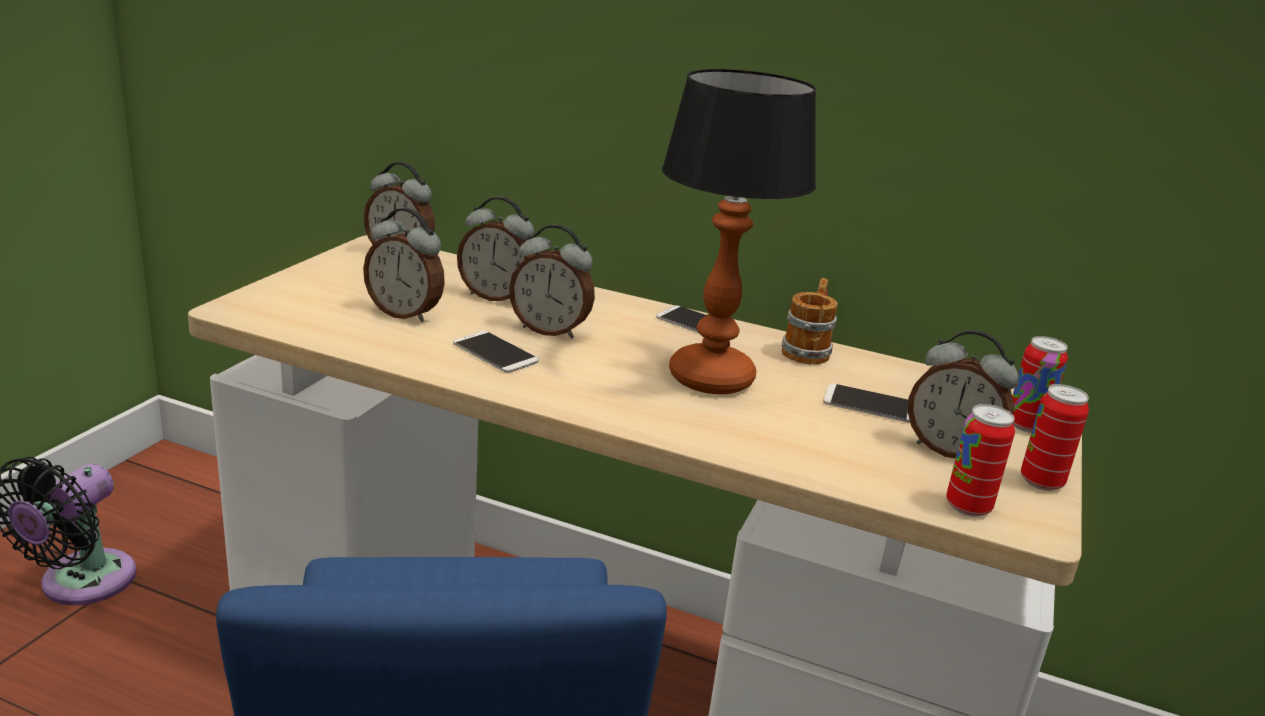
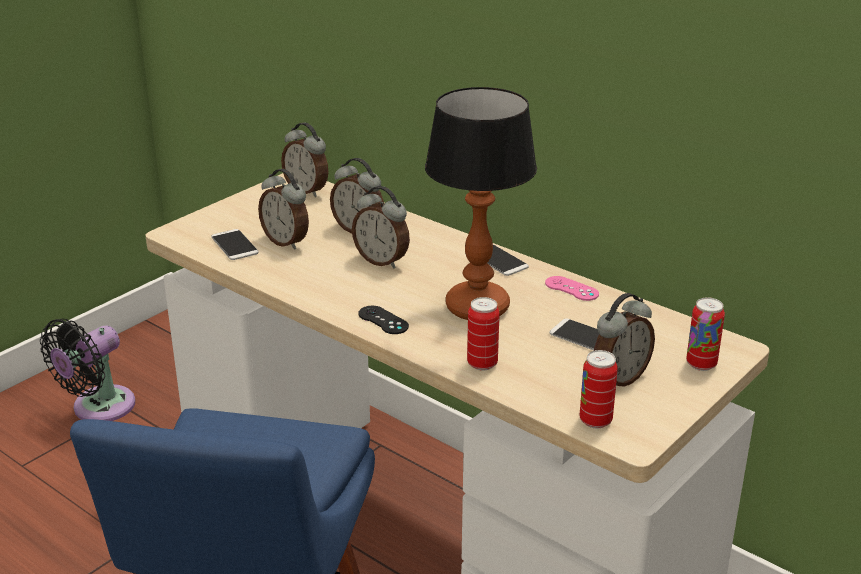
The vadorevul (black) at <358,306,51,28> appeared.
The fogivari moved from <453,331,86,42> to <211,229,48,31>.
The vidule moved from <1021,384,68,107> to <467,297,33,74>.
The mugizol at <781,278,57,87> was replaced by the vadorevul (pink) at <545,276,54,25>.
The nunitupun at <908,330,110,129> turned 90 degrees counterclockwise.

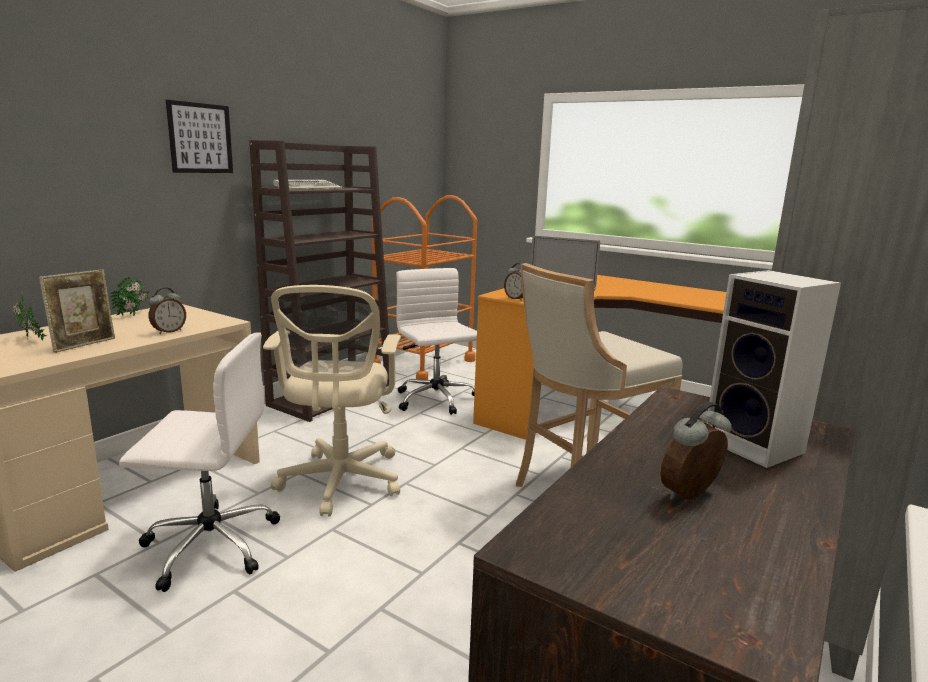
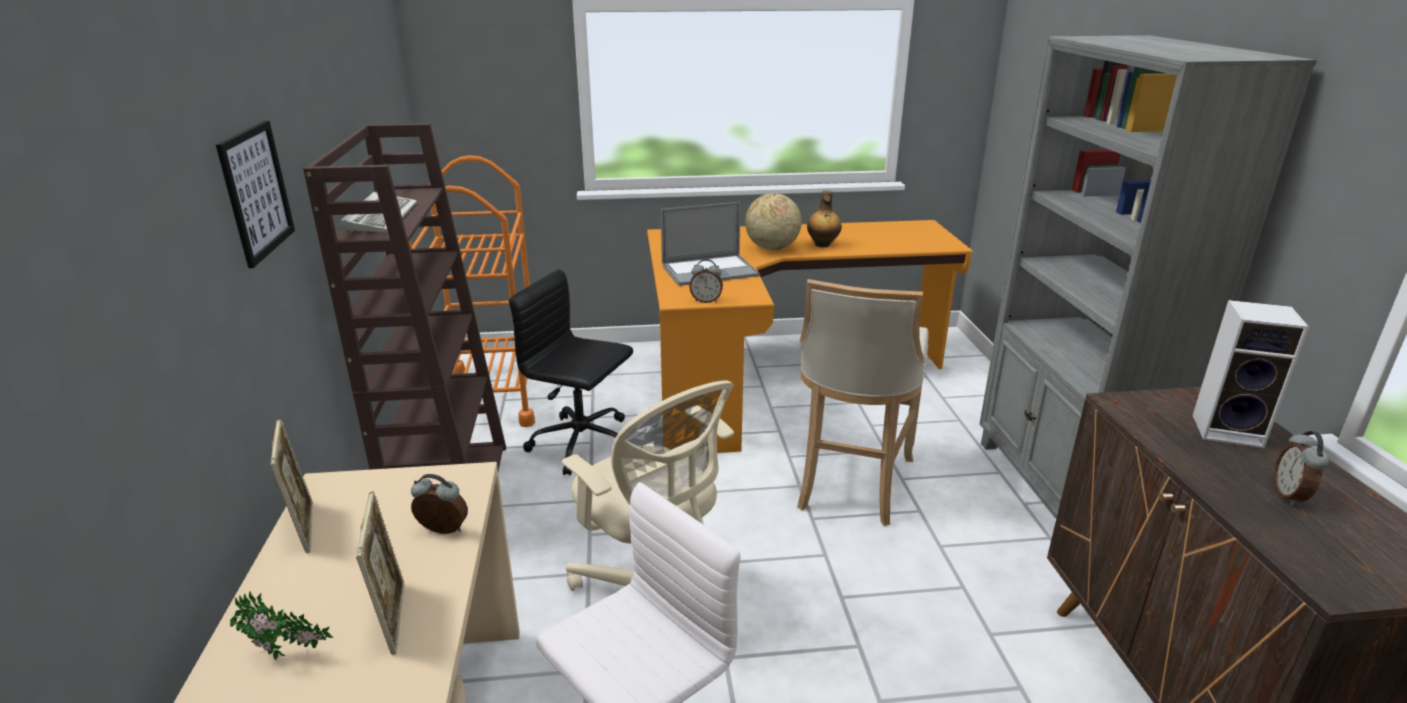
The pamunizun at <745,193,57,57> appeared.
The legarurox at <807,191,35,56> appeared.
The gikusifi at <110,276,39,40> was replaced by the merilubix at <270,419,43,134>.
The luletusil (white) at <396,268,81,147> became the luletusil (black) at <509,269,124,206>.
The nunitupun at <149,288,37,46> turned 75 degrees counterclockwise.

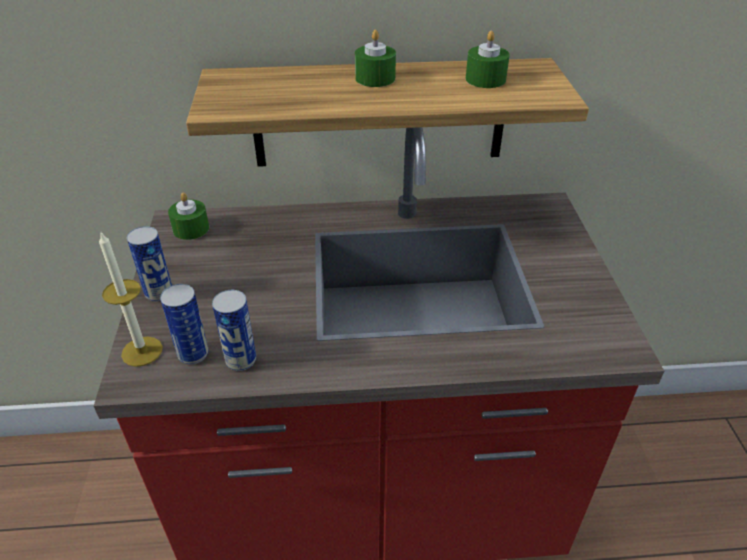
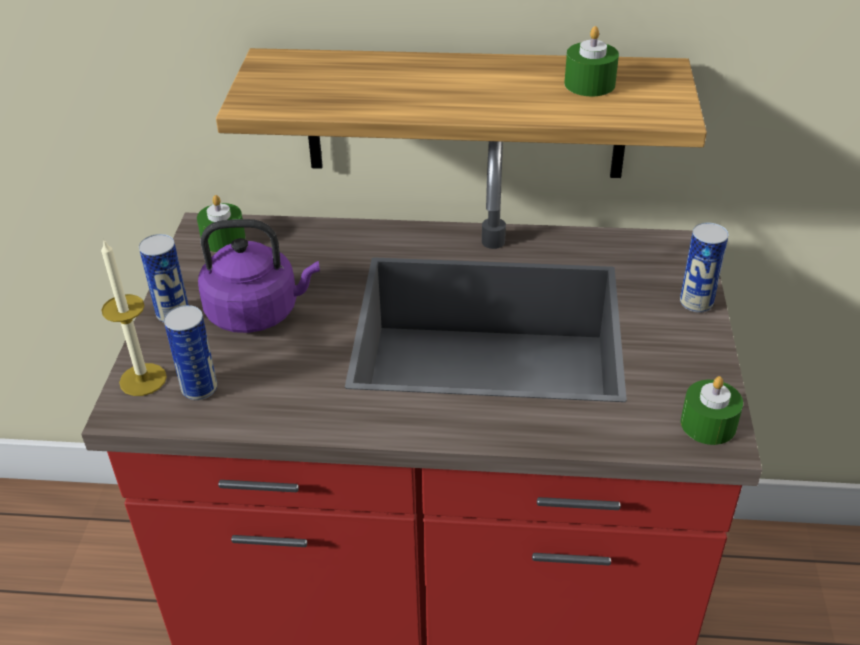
The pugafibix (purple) at <198,219,122,114> appeared.
The vidule moved from <212,290,44,81> to <680,223,49,90>.
The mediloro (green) moved from <355,30,41,57> to <681,376,62,69>.

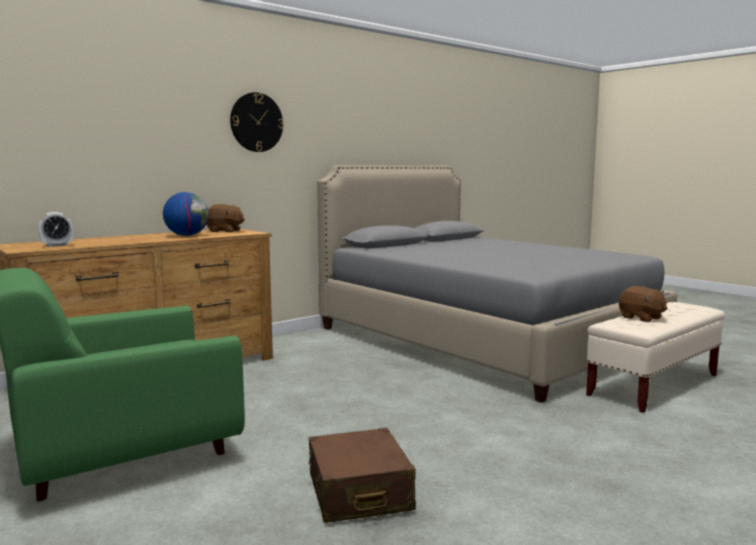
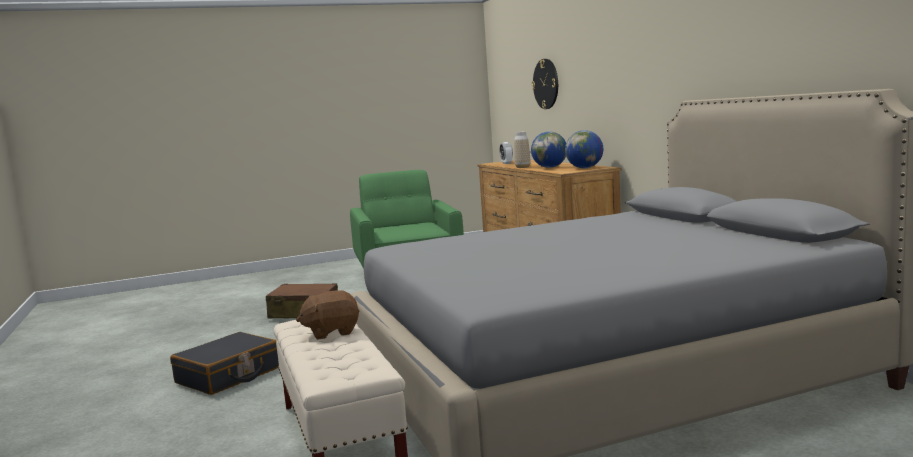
The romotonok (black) at <170,332,109,63> appeared.
The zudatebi at <514,131,16,37> appeared.
The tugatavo moved from <230,92,54,60> to <532,59,26,50>.
The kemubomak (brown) at <206,204,39,28> was replaced by the pamunizun at <565,130,38,38>.

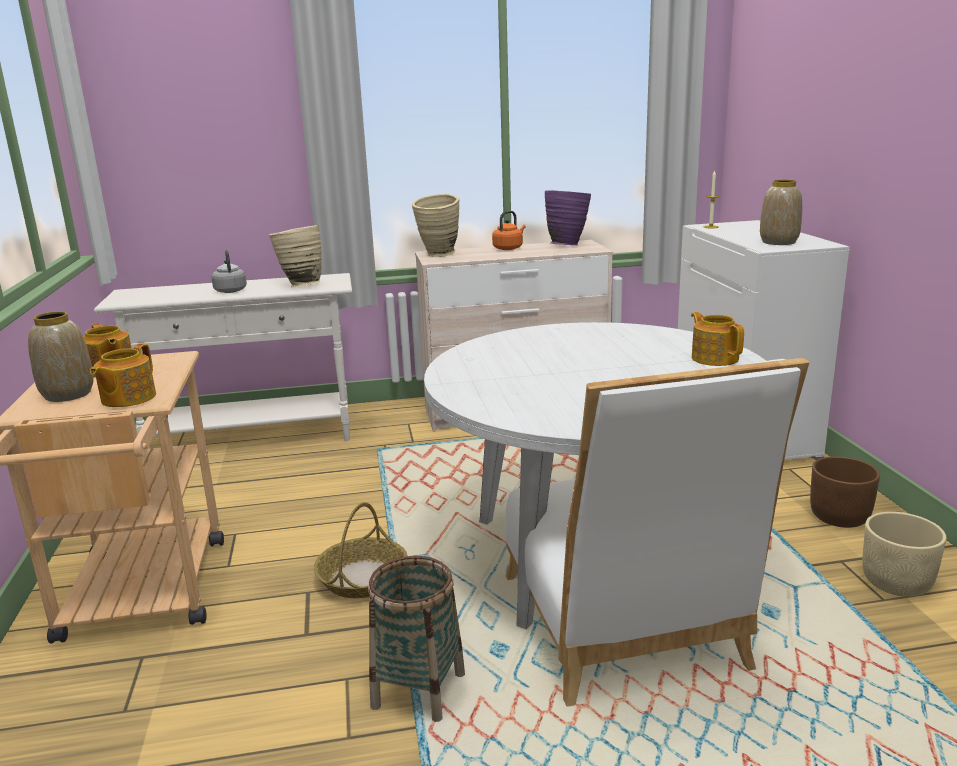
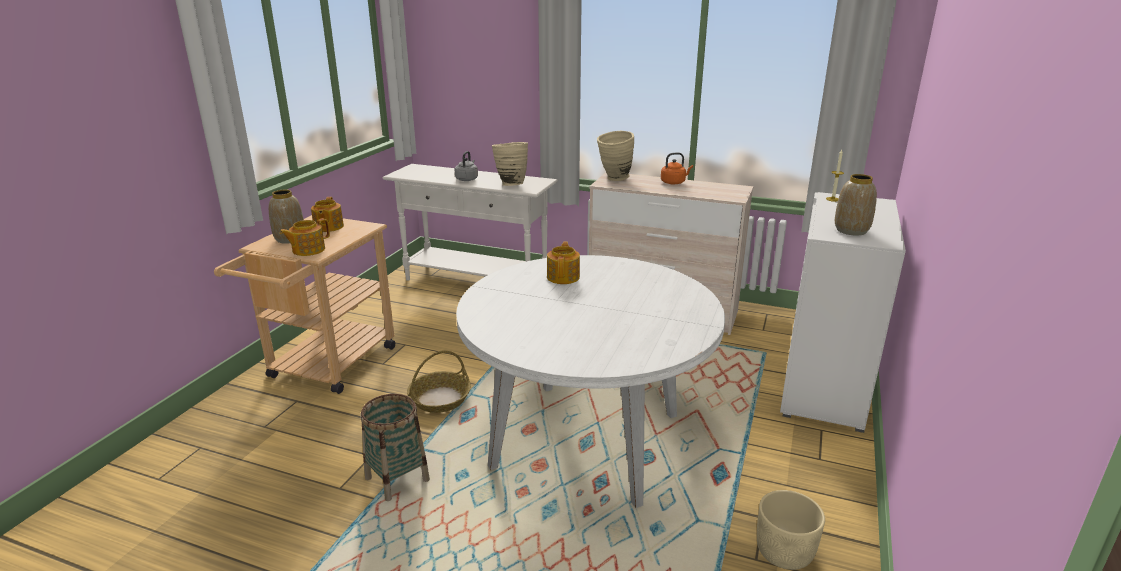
The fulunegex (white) at <505,358,304,349> disappeared.
The zudatebi (purple) at <545,190,46,55> disappeared.
The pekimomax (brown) at <810,456,70,72> disappeared.
The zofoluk moved from <691,312,53,54> to <547,242,33,42>.

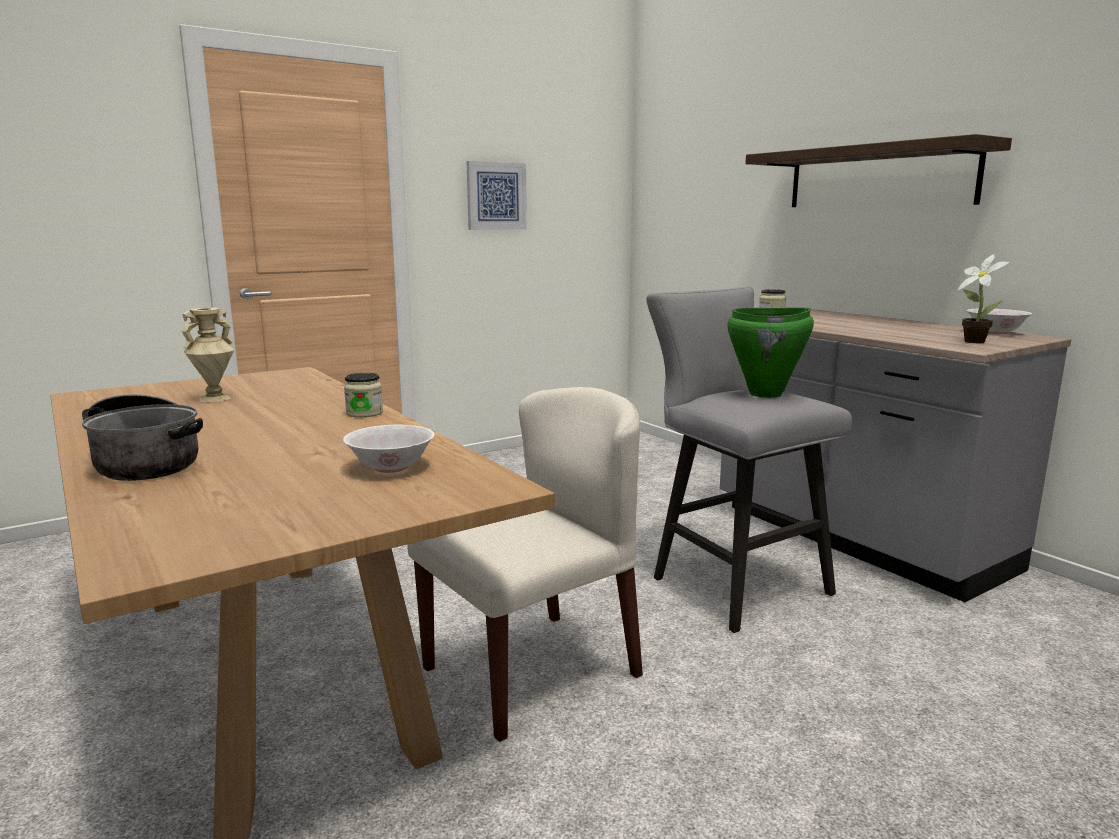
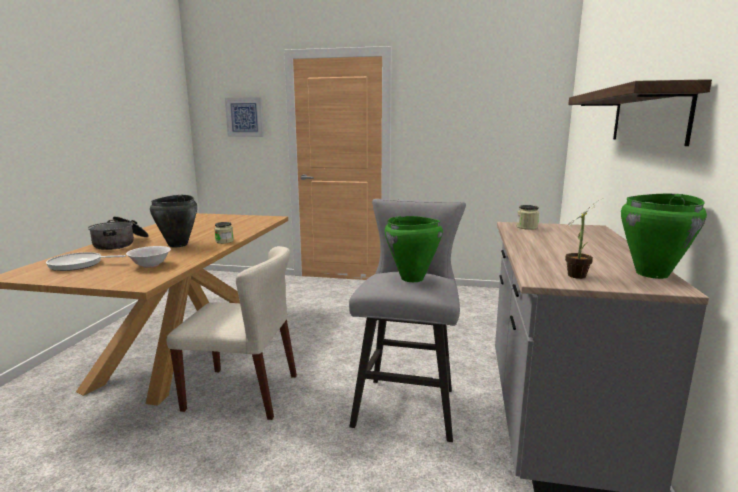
The zudatebi (beige) at <181,308,53,94> disappeared.
The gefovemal at <46,252,80,19> appeared.
The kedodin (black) at <150,195,47,52> appeared.
The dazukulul moved from <467,161,60,69> to <225,97,39,40>.
The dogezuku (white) at <967,308,65,26> was replaced by the kedodin (green) at <621,193,86,86>.

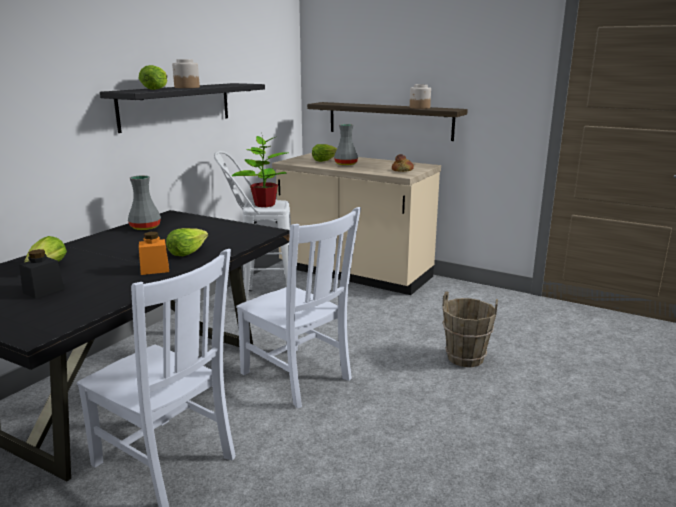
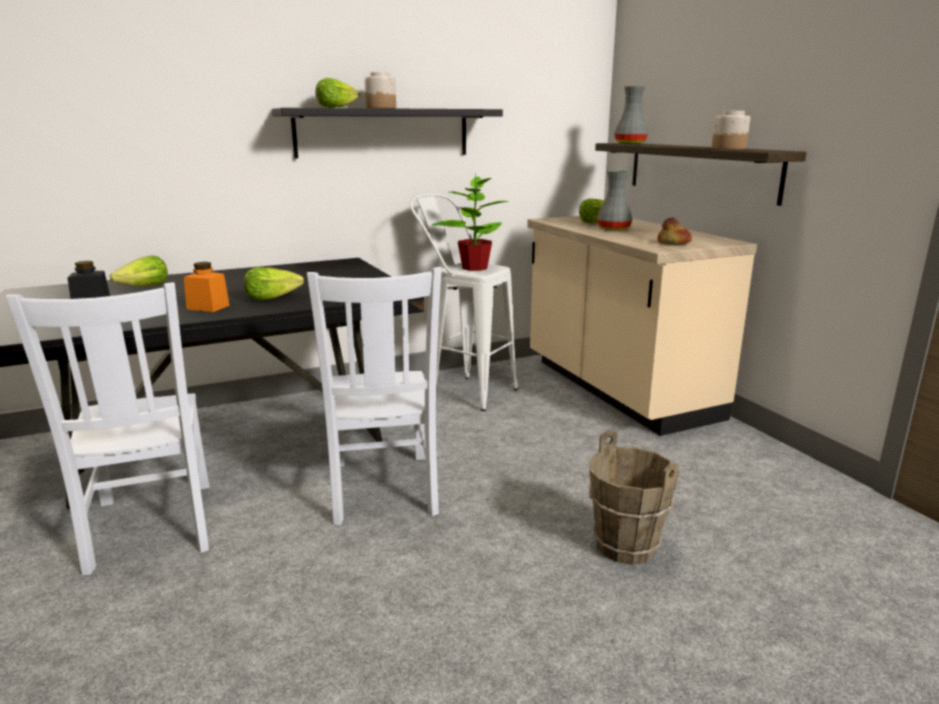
The zudatebi (grey) moved from <128,175,33,55> to <614,86,34,58>.

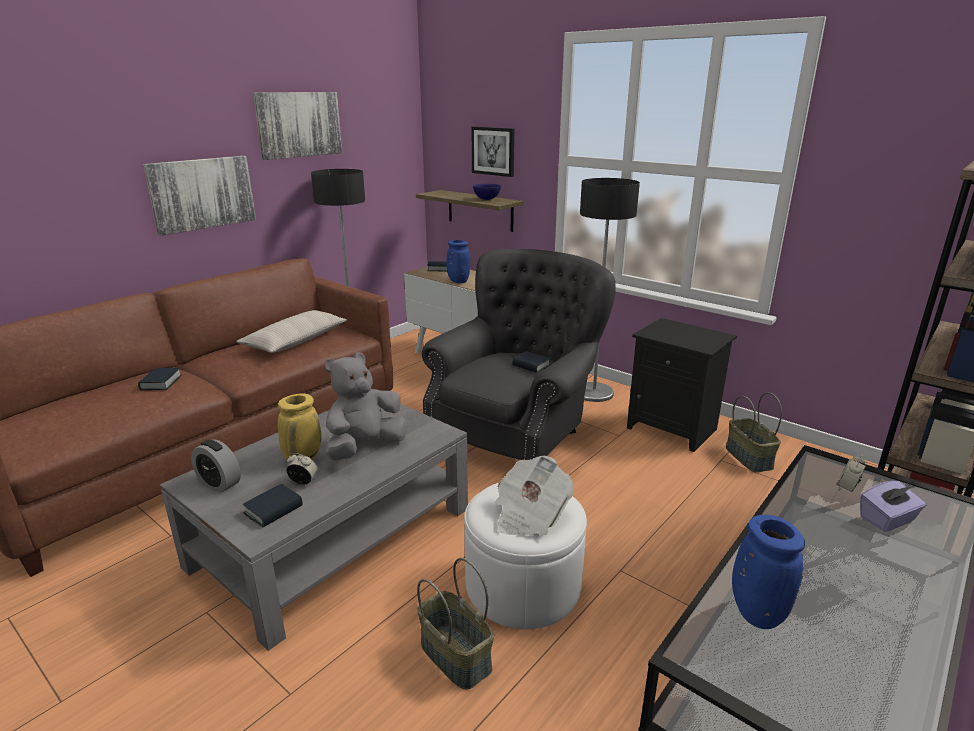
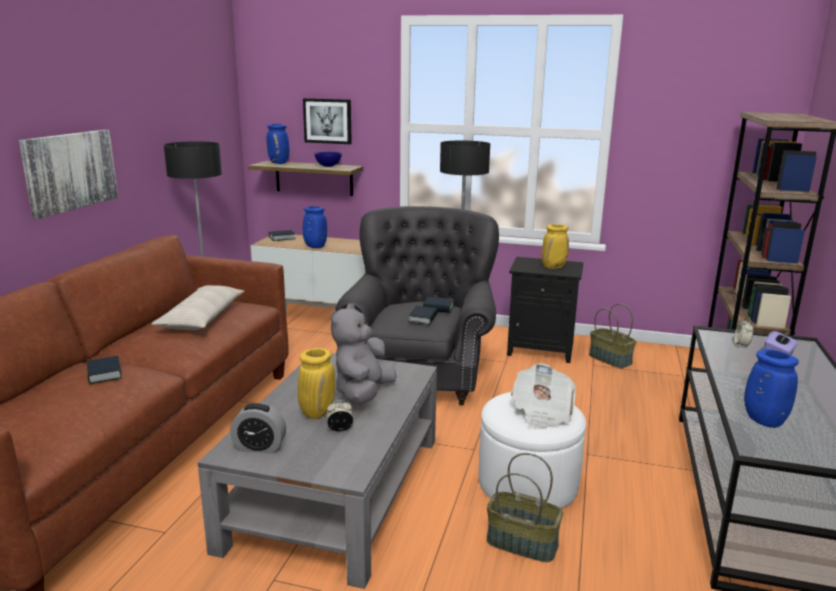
The dazukulul at <253,92,89,68> disappeared.
The zudatebi (blue) at <266,124,23,40> appeared.
The zudatebi (yellow) at <542,224,27,45> appeared.
The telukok moved from <243,484,60,43> to <408,306,30,19>.

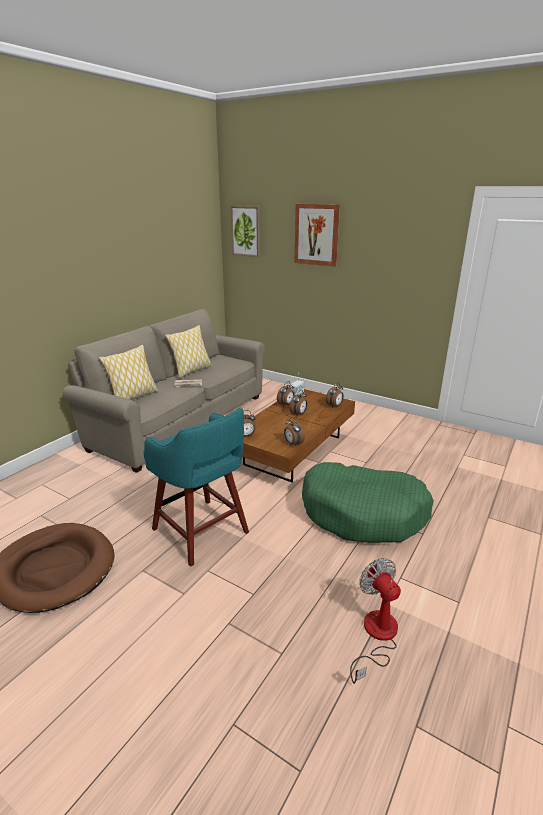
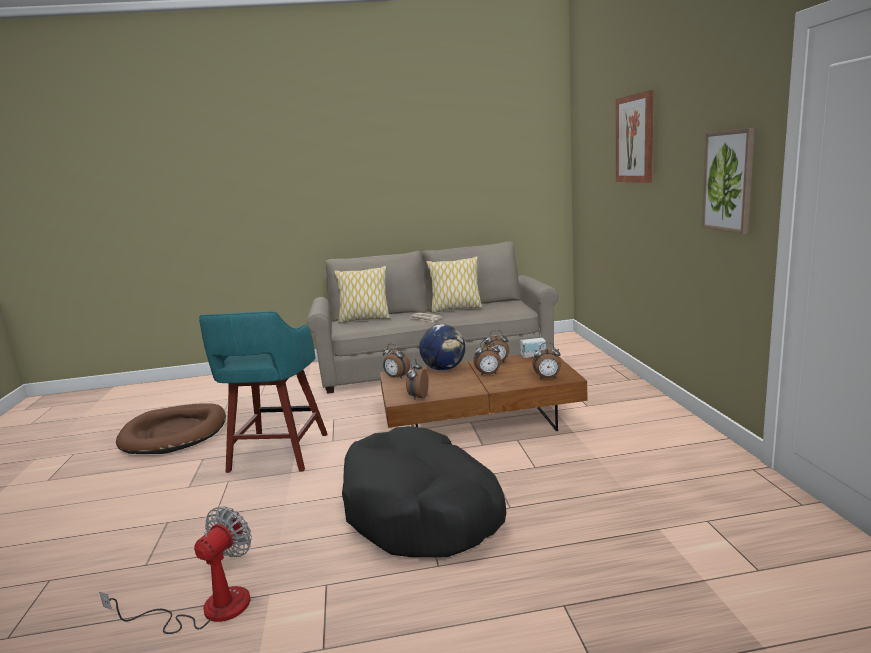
The pamunizun at <419,324,46,47> appeared.
The dazukulul moved from <231,206,29,51> to <702,128,53,106>.
The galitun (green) at <302,462,132,81> became the galitun (black) at <342,426,164,131>.

